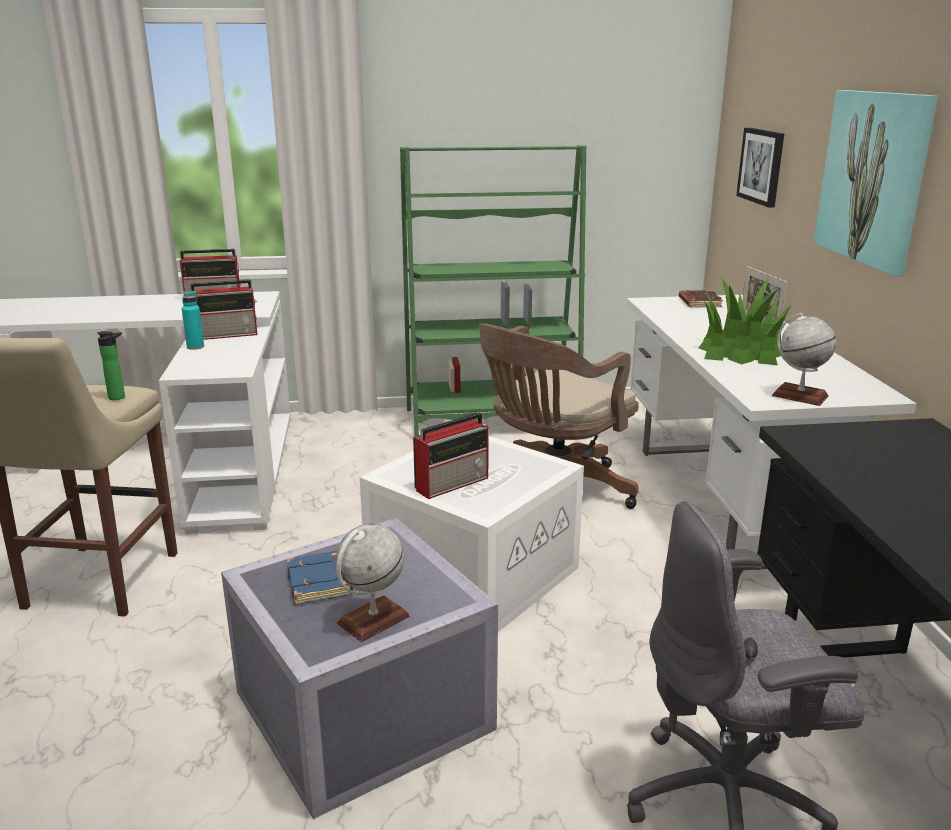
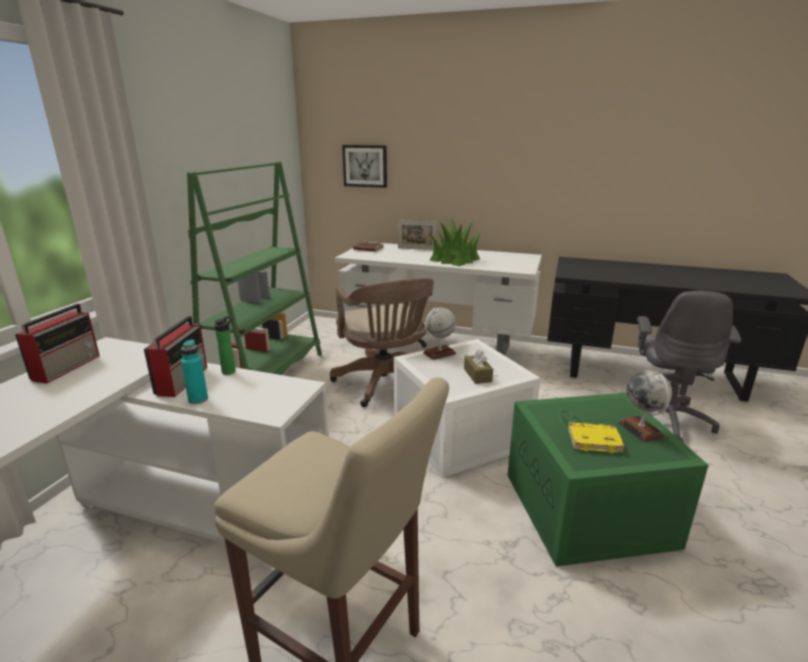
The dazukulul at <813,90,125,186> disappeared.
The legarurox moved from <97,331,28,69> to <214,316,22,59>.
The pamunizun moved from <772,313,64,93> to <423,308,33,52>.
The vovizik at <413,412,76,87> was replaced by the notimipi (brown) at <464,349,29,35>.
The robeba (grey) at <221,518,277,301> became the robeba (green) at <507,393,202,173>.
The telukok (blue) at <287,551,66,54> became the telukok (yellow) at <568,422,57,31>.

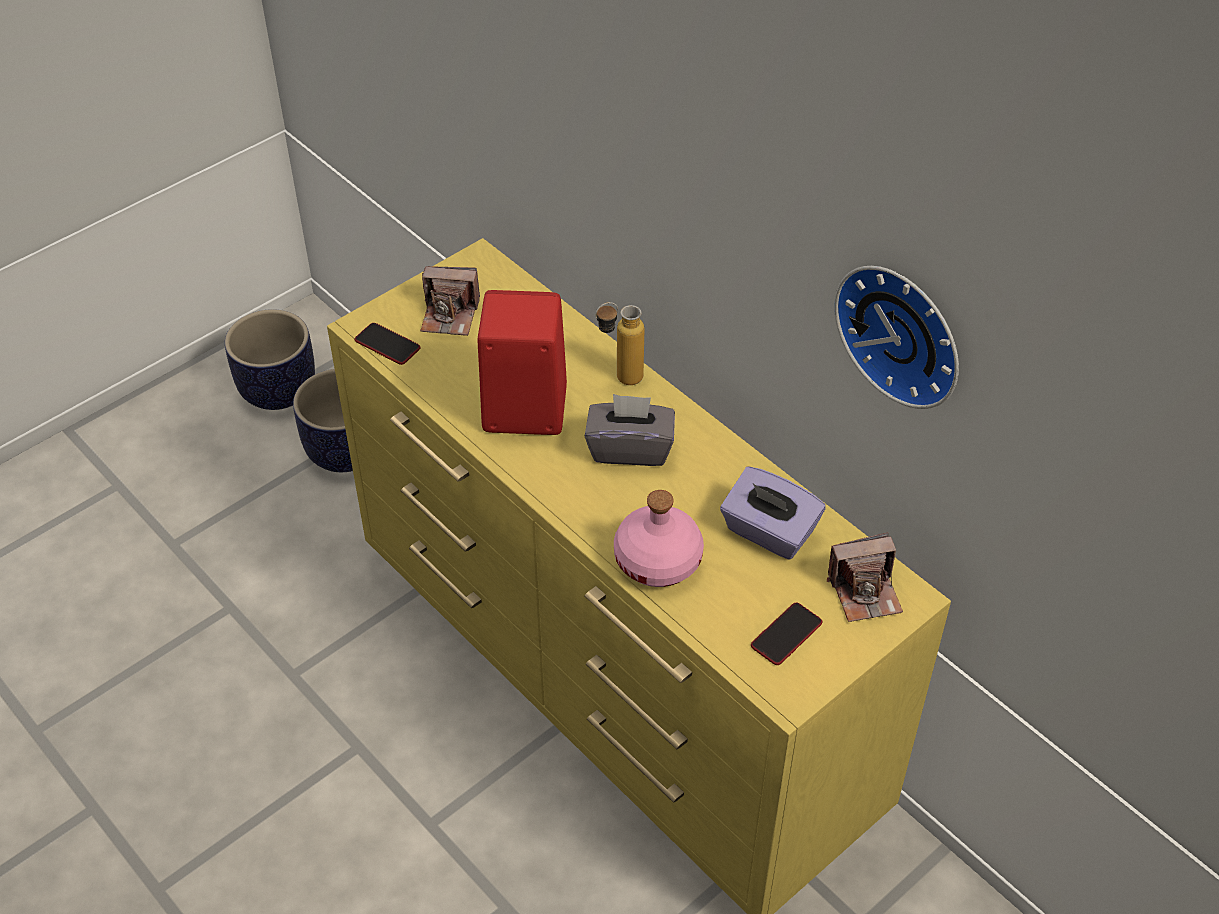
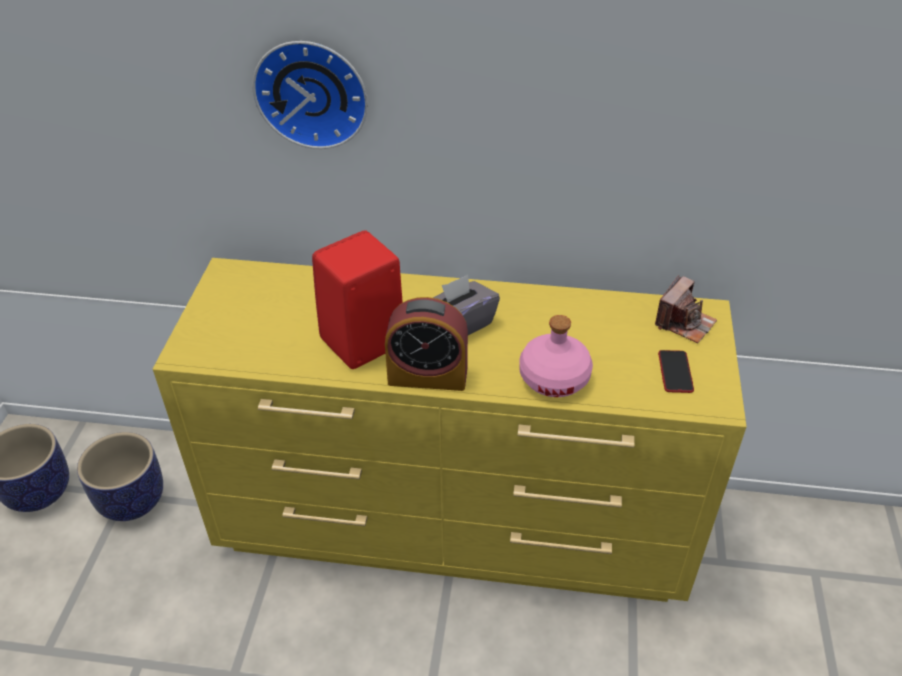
The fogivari at <355,323,65,42> disappeared.
The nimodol at <420,266,60,70> disappeared.
The legarurox at <595,302,50,83> disappeared.
The notimipi (purple) at <720,466,106,94> disappeared.
The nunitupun at <385,297,83,94> appeared.
The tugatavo moved from <834,266,125,143> to <253,41,115,108>.

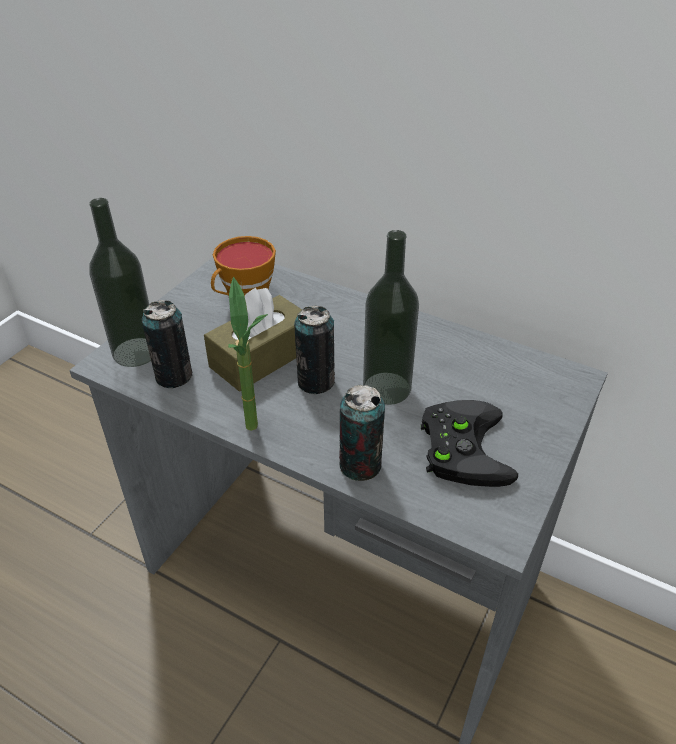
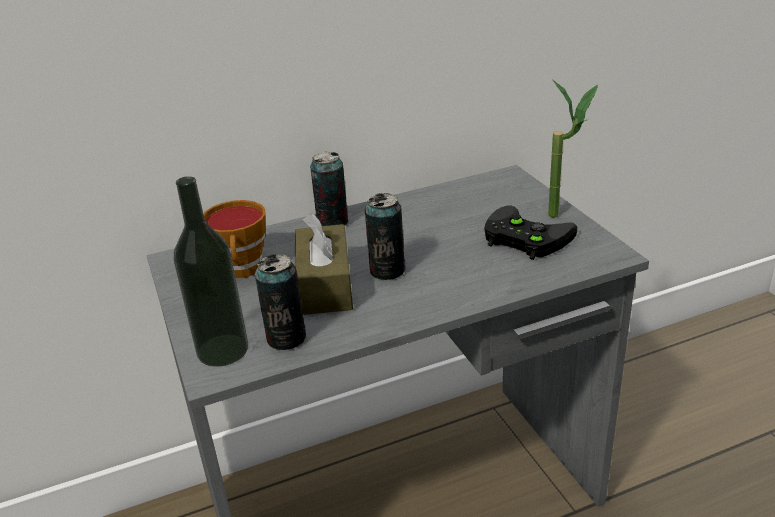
The legarurox at <363,230,56,175> disappeared.
The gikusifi moved from <228,277,40,154> to <548,79,50,139>.
The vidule moved from <339,385,46,96> to <310,151,38,75>.

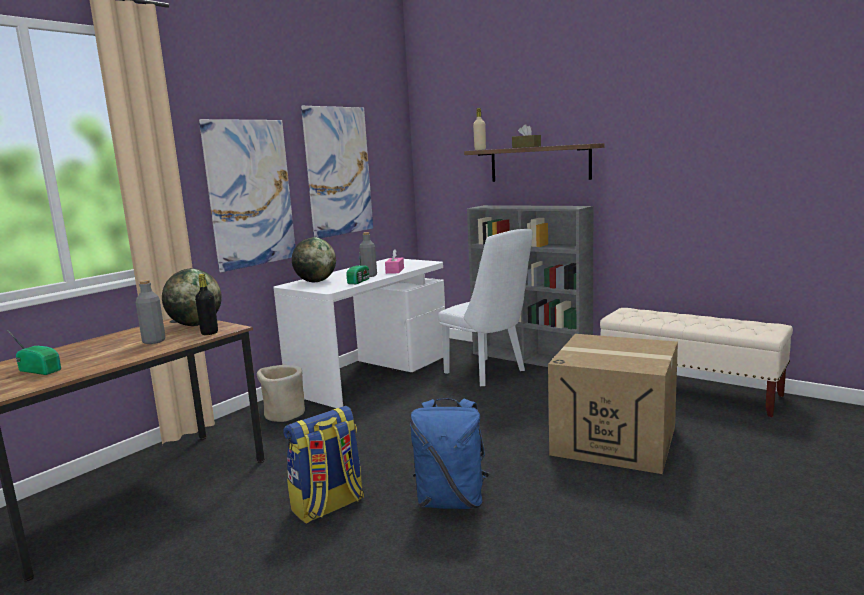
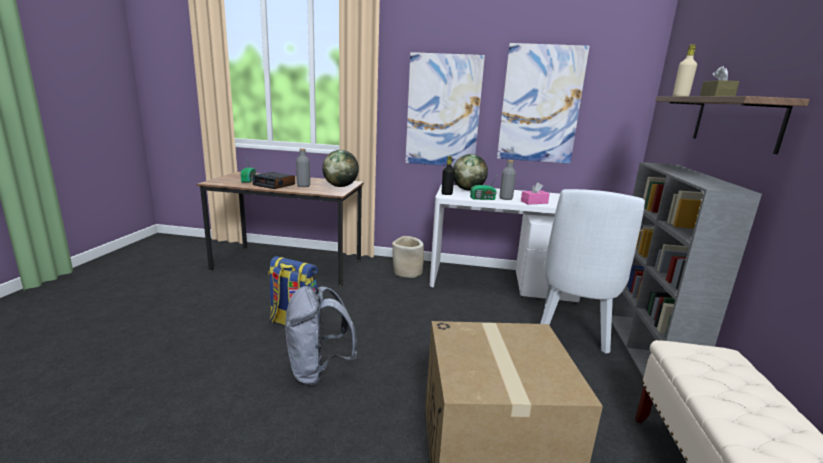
The nunitupun at <253,172,42,17> appeared.
The legarurox (black) moved from <195,274,23,61> to <442,156,13,39>.
The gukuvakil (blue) at <410,398,80,111> became the gukuvakil (grey) at <285,286,72,99>.

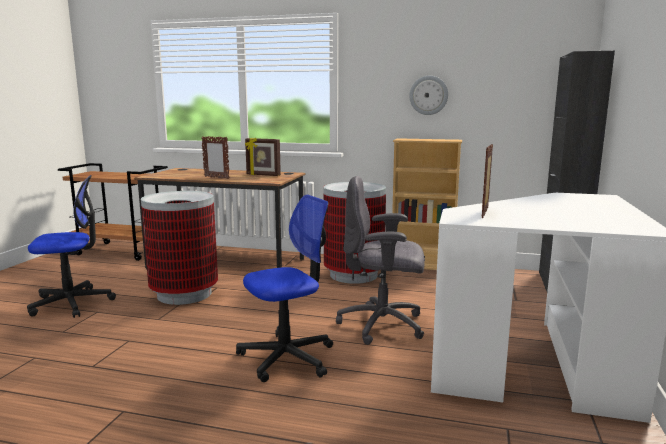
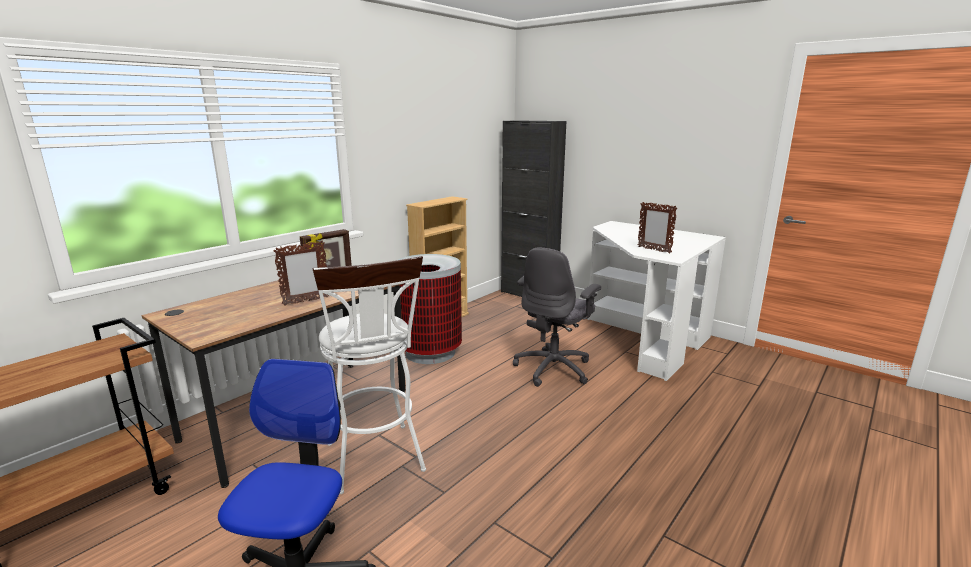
The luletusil at <236,195,97,187> disappeared.
The tugatavo at <409,76,39,39> disappeared.
The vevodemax at <141,191,77,114> was replaced by the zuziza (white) at <313,256,113,238>.

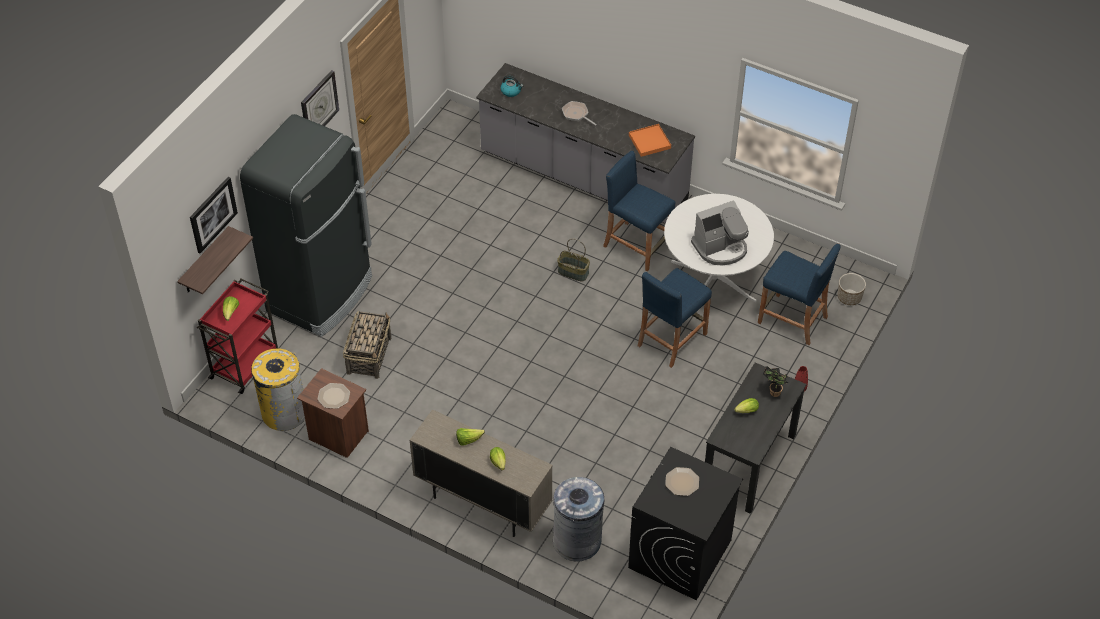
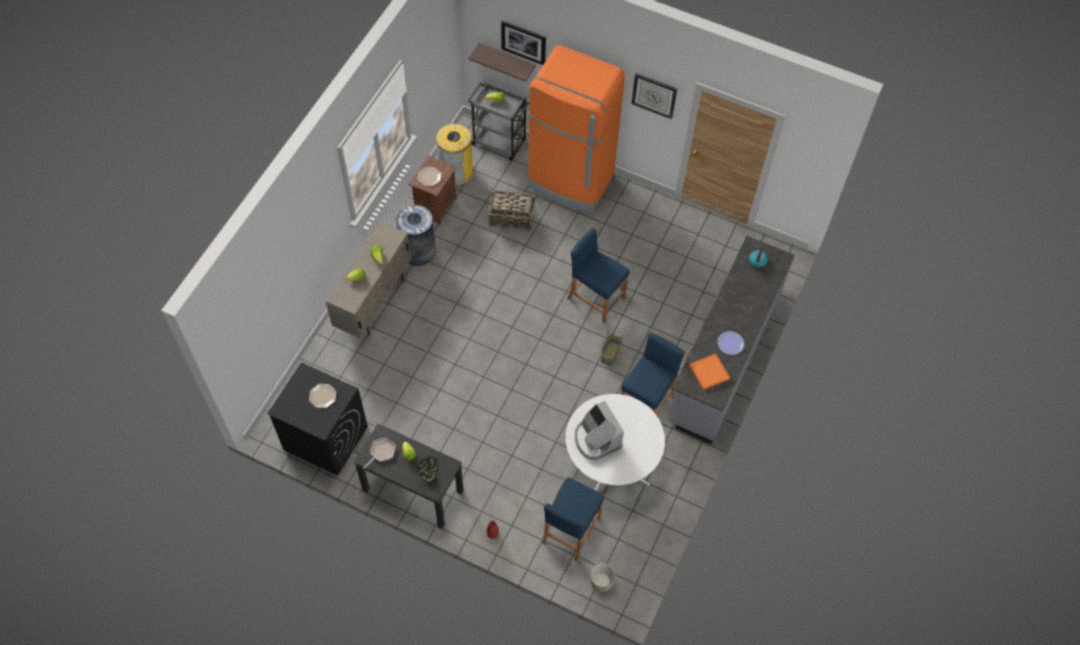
The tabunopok at <718,331,27,24> appeared.
The vevodemax (grey) moved from <553,477,51,84> to <396,205,40,61>.
The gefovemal moved from <562,101,35,25> to <363,437,33,32>.
The zuziza (blue) moved from <638,268,74,100> to <567,228,63,96>.
The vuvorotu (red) at <197,278,81,116> became the vuvorotu (grey) at <468,82,61,79>.
The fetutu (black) at <240,114,132,223> became the fetutu (orange) at <528,45,97,167>.

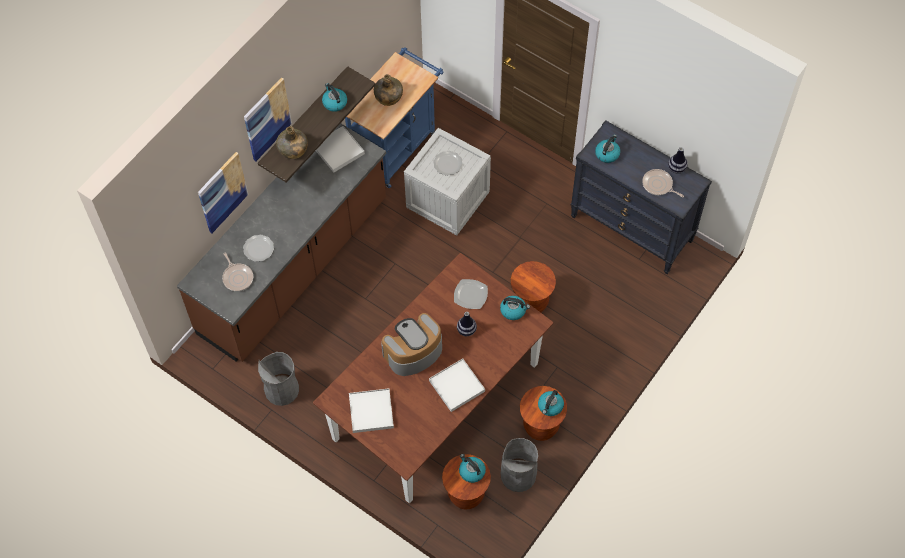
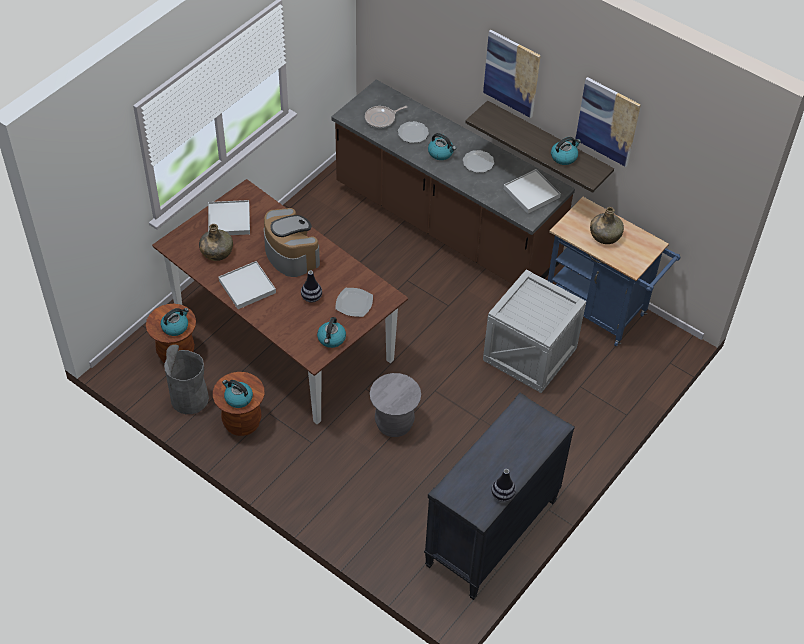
The vevodemax (grey) at <258,352,41,54> disappeared.
The gefovemal at <642,169,42,28> disappeared.
The dazukulul moved from <198,152,50,81> to <575,77,66,90>.
The legarurox (green) moved from <276,126,32,33> to <199,224,34,37>.
The tabunopok moved from <433,151,30,25> to <463,150,31,23>.
The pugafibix moved from <595,134,25,29> to <428,133,28,27>.
The zuziza (brown) at <511,261,45,51> became the zuziza (grey) at <370,373,51,64>.

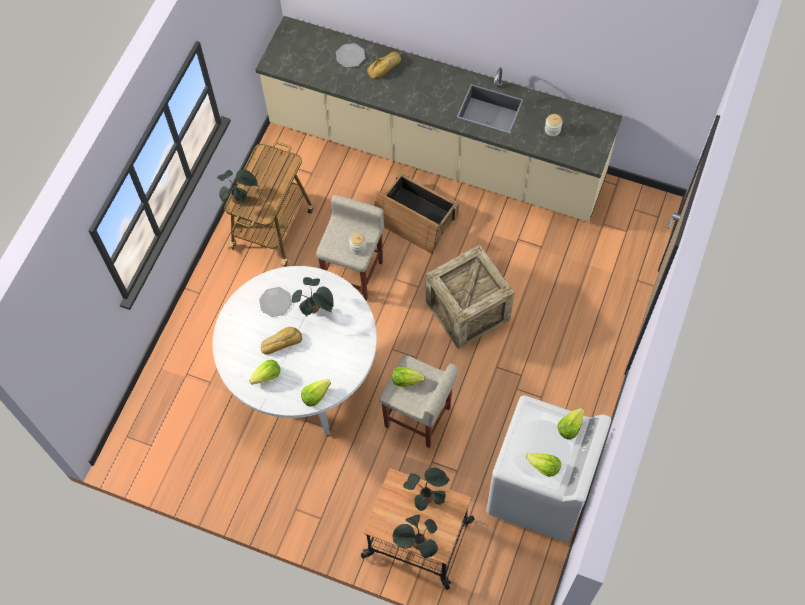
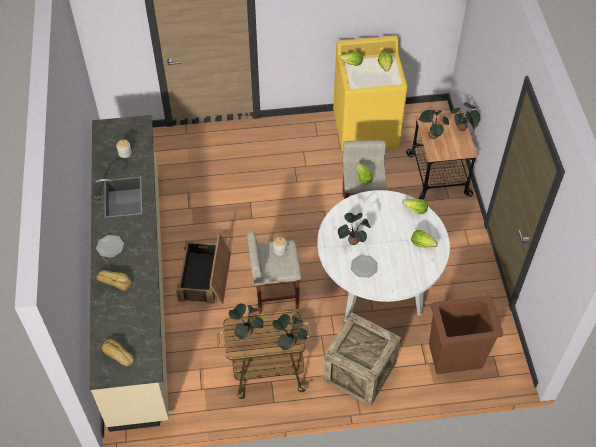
The gikusifi at <229,303,35,36> appeared.
The vevodemax (brown) at <429,295,74,79> appeared.
The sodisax moved from <261,327,41,28> to <101,338,33,28>.
The tabunopok moved from <336,43,29,25> to <96,235,28,23>.
The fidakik moved from <426,244,88,105> to <323,313,78,93>.
The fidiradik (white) at <486,395,125,148> became the fidiradik (yellow) at <333,36,75,115>.

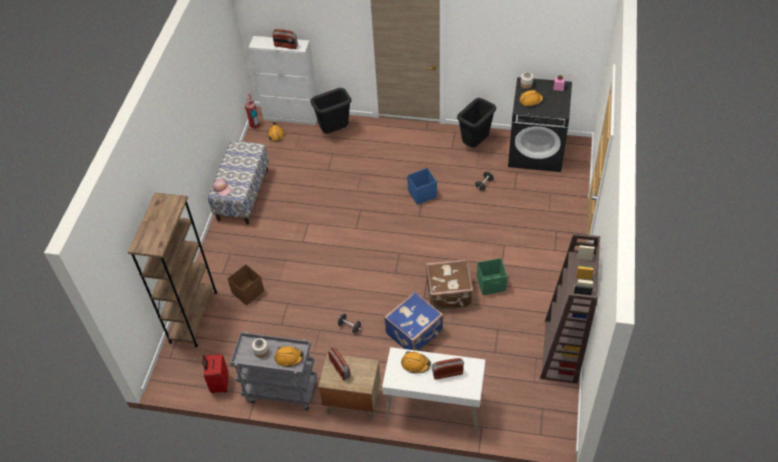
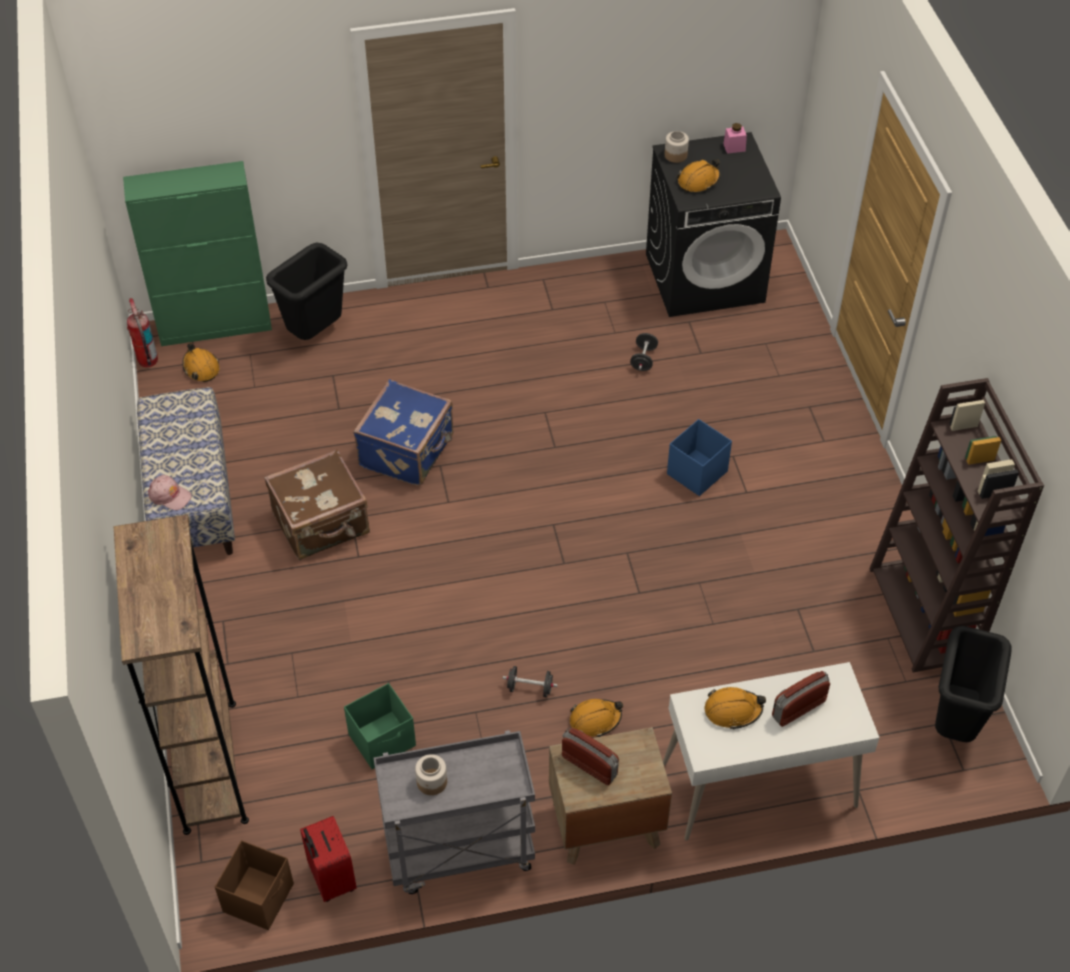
The vovizik at <272,29,26,20> disappeared.
The robeba (brown) moved from <227,264,37,42> to <215,840,79,90>.
The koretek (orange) moved from <275,346,29,22> to <570,699,53,38>.
The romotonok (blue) moved from <384,291,59,60> to <353,379,101,107>.
The robeba (blue) moved from <407,168,30,37> to <667,419,65,77>.
The romotonok (brown) moved from <426,259,47,51> to <264,449,106,111>.
The vevodemax (black) moved from <457,98,39,50> to <935,626,77,116>.
The robeba (green) moved from <477,258,30,37> to <344,683,72,86>.
The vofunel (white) at <248,36,69,89> became the vofunel (green) at <123,161,149,185>.

